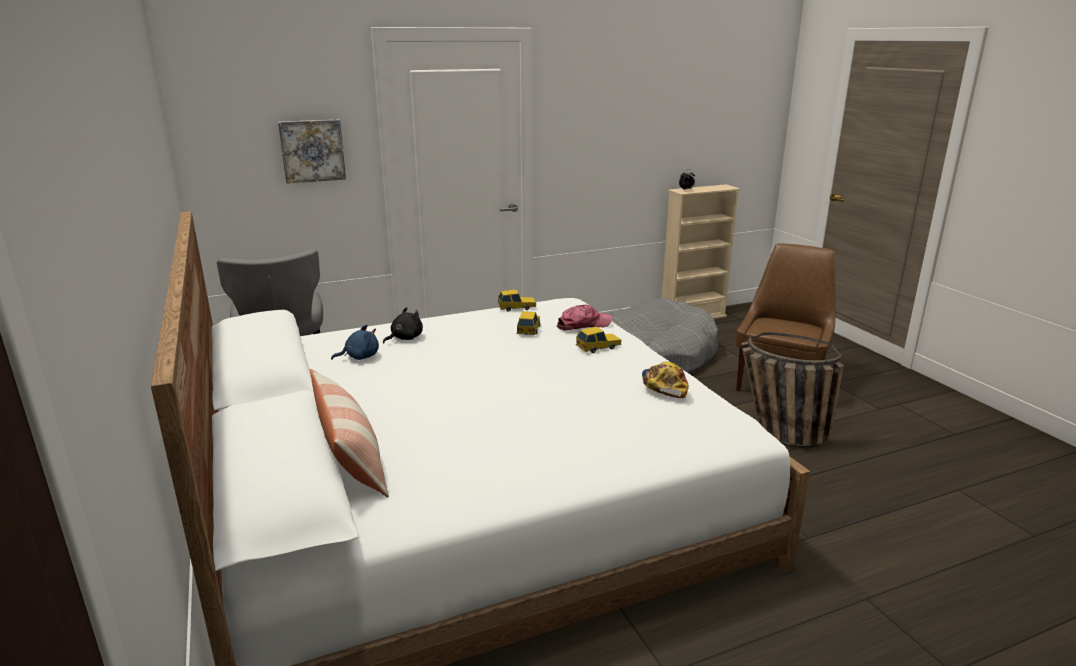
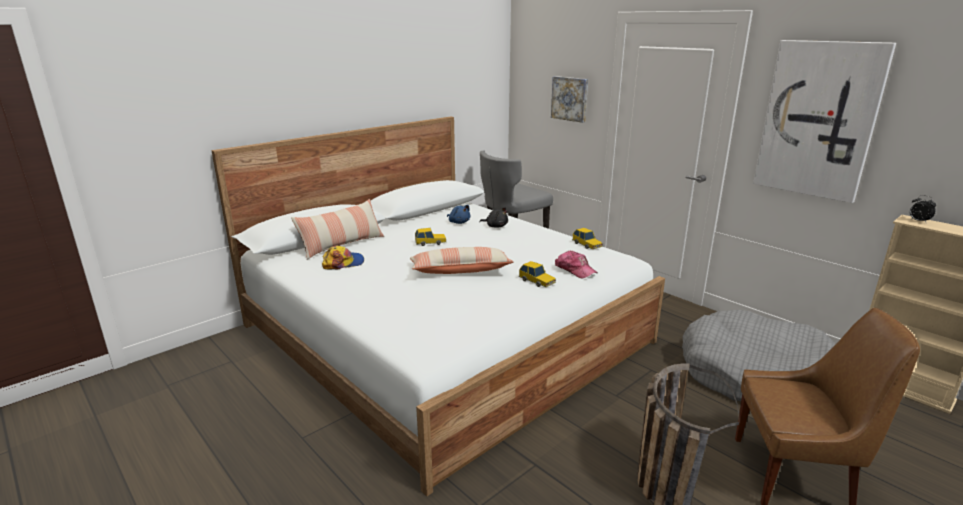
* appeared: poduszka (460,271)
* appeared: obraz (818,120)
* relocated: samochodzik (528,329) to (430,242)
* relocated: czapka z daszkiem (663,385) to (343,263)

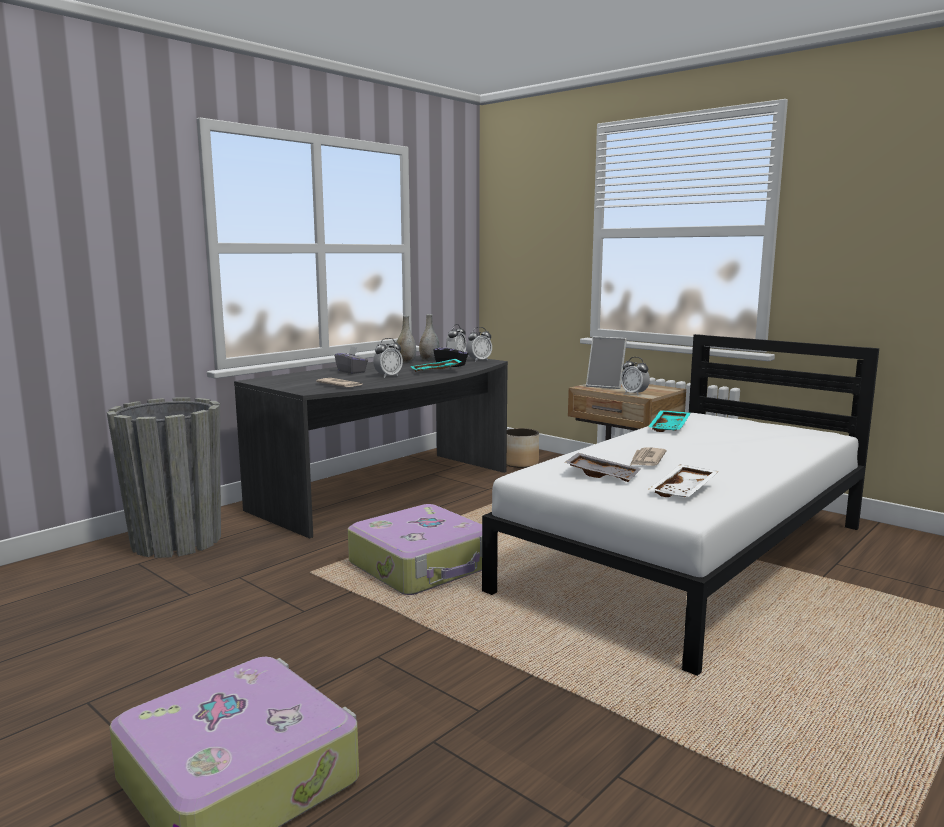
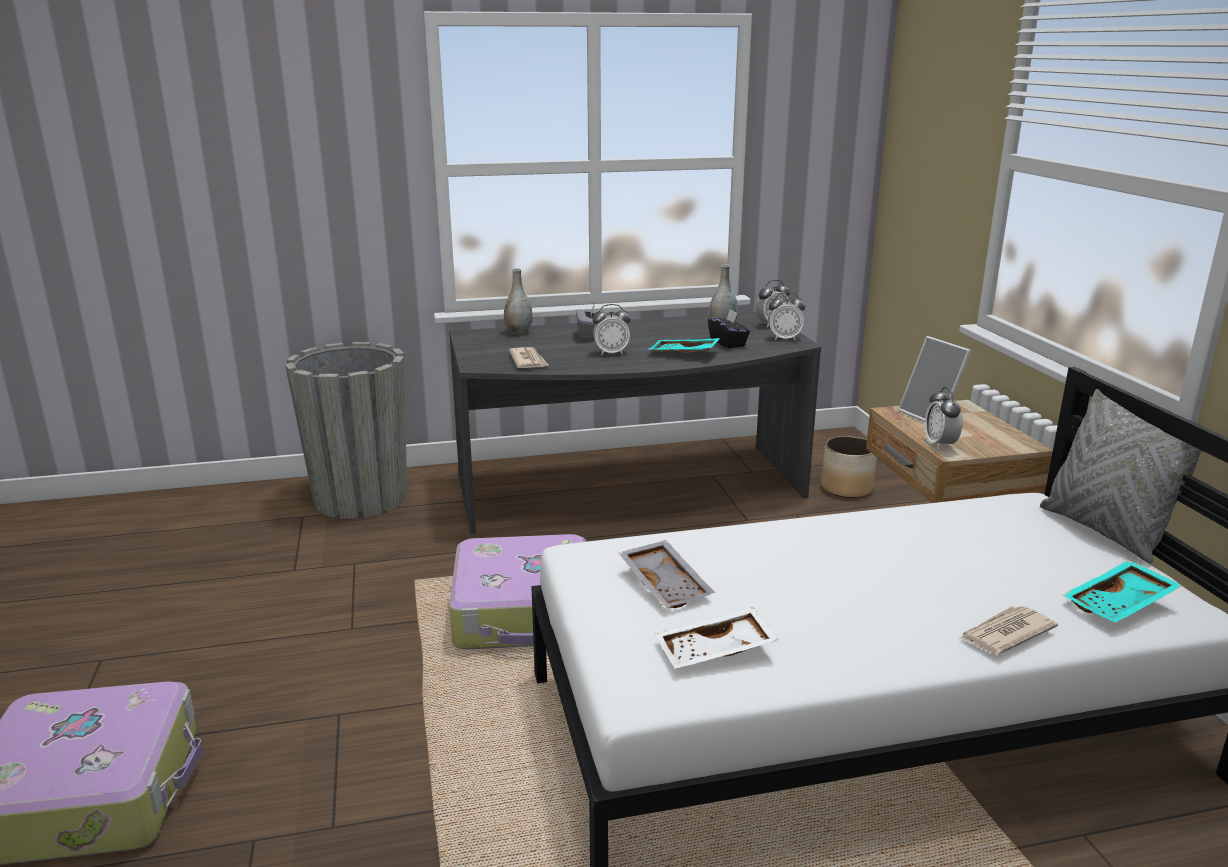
* appeared: poduszka/szary (1104,531)
* relocated: wazon/szary (406,362) to (518,332)
* relocated: gazeta (646,459) to (1005,633)
* relocated: taca/turkusowy (670,427) to (1121,604)

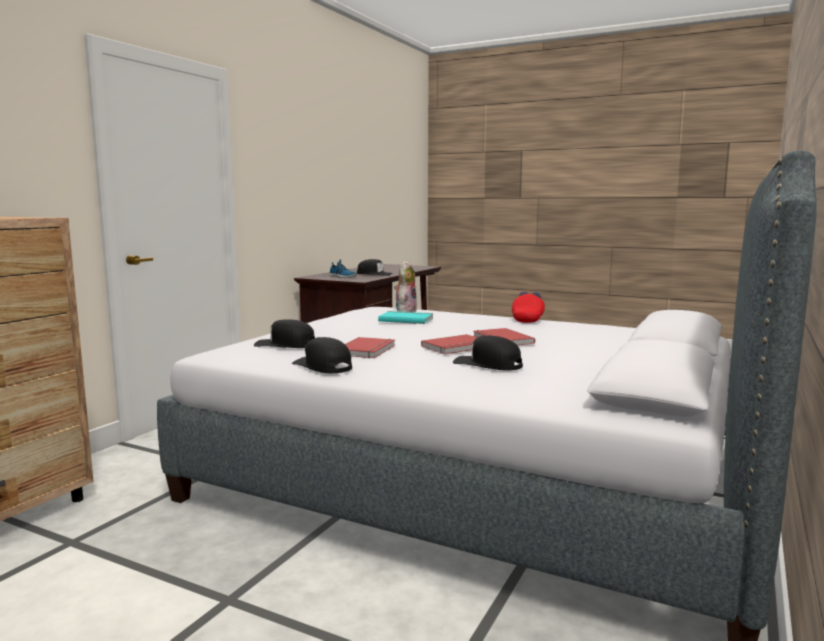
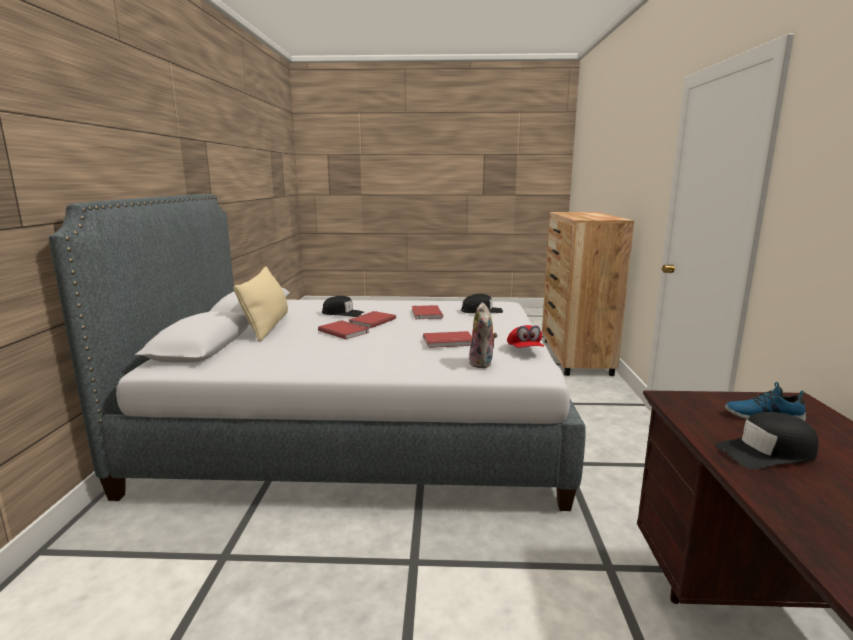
* missing: czapka z daszkiem/czarny (323,366)
* appeared: poduszka/beżowy (267,326)
* relocated: czapka z daszkiem/czerwony (527,319) to (524,350)
* colour: książka/turkusowy (406,319) to książka/czerwony (449,342)

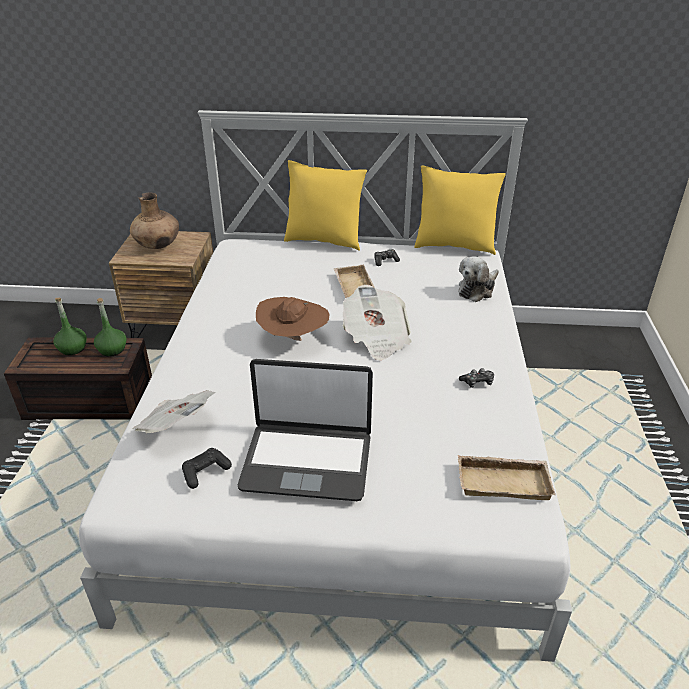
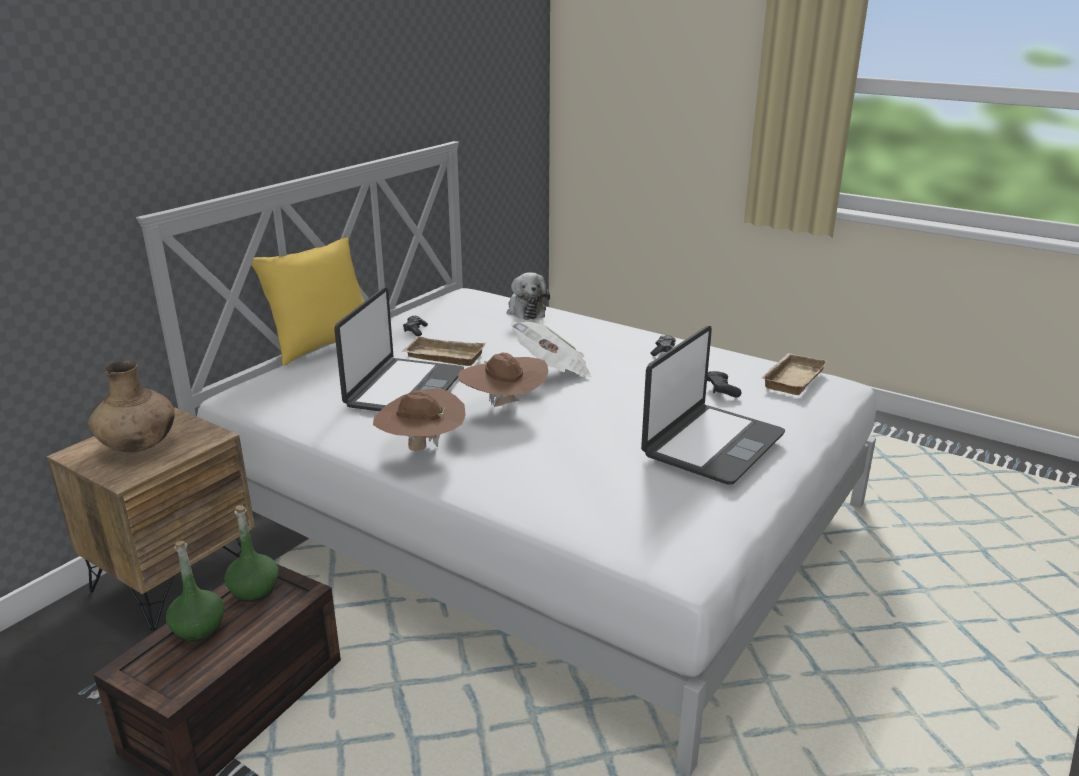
* missing: gazeta (176,427)
* missing: poduszka/żółty (454,245)
* appeared: laptop (404,389)
* appeared: kapelusz/brązowy (421,448)
* relocated: pad do gier/czarny (205,472) to (721,390)

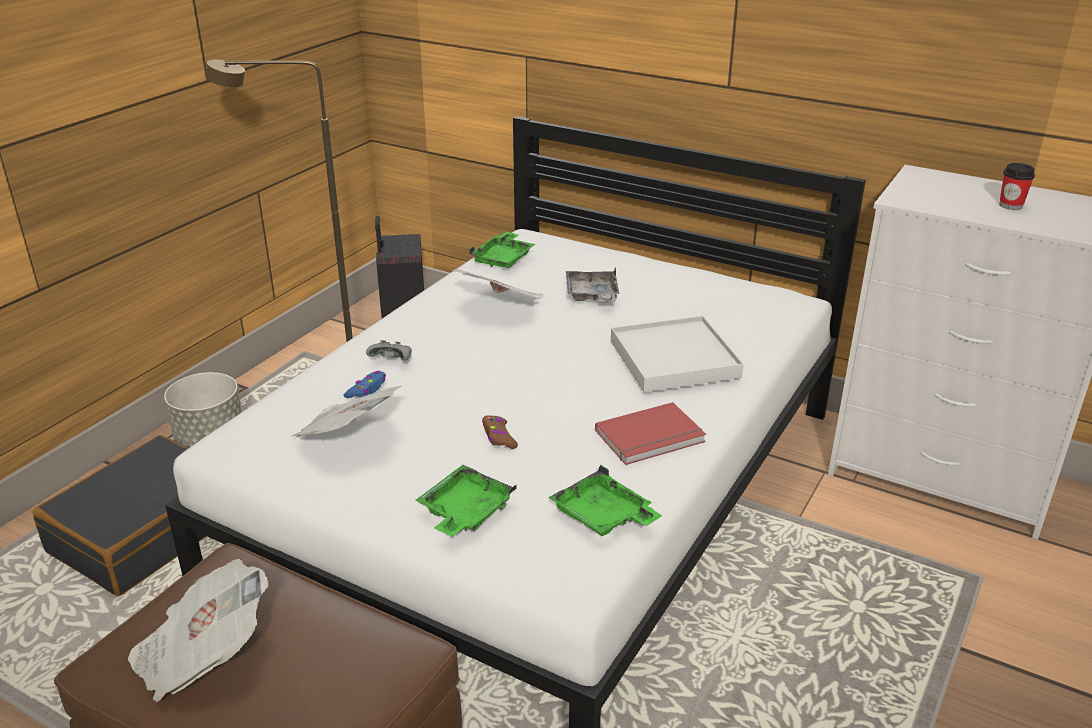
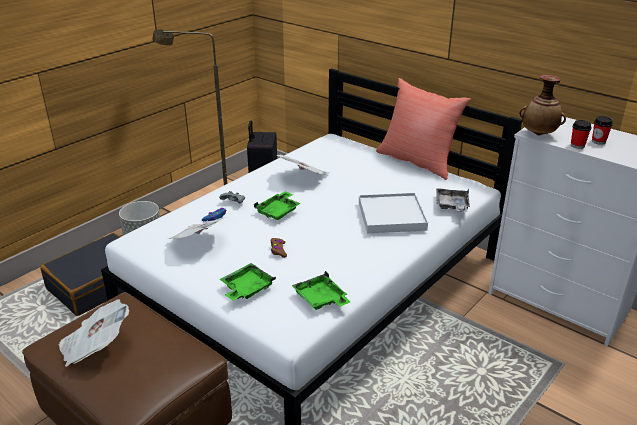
* missing: książka/czerwony (651,438)
* appeared: poduszka/czerwony (417,161)
* appeared: wazon (538,134)
* appeared: filiżanka (577,145)
* relocated: taca/zielony (504,259) to (278,211)
* relocated: taca/szary (592,296) to (452,205)

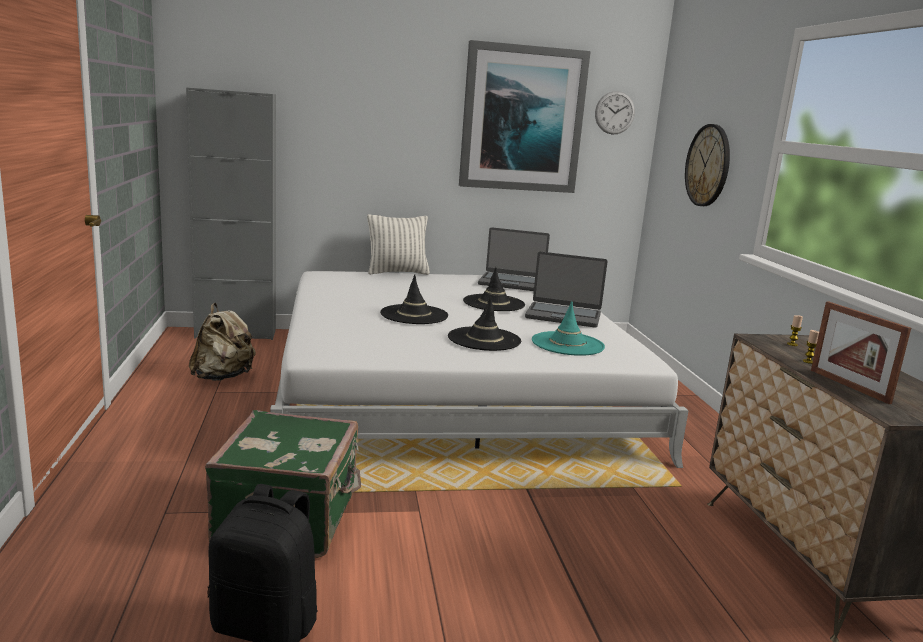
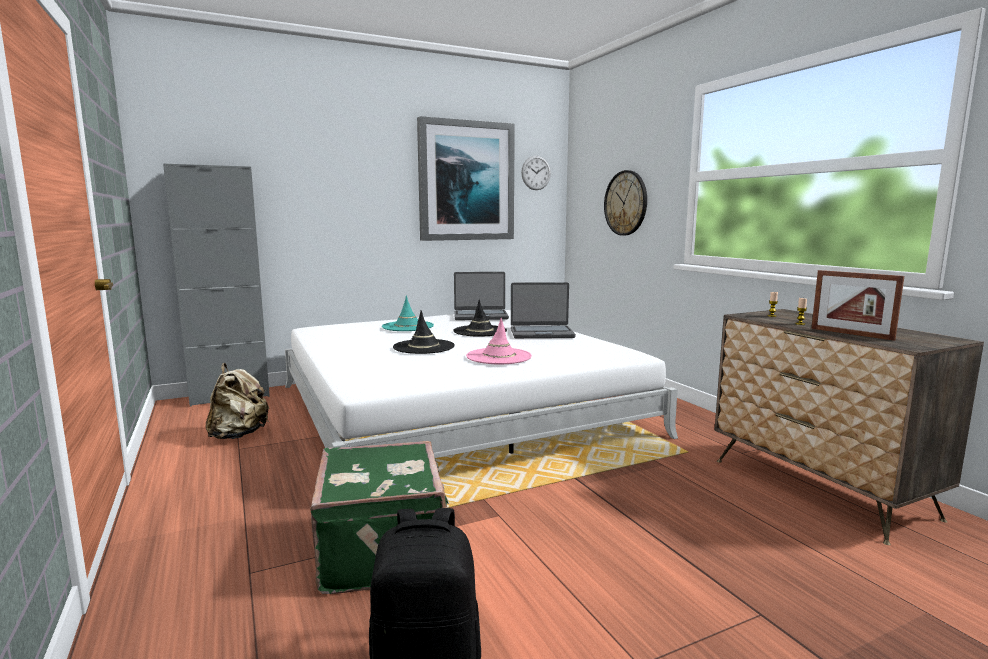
* missing: poduszka (397,272)
* relocated: kapelusz/turkusowy (567,344) to (408,326)
* colour: kapelusz/czarny (484,339) to kapelusz/różowy (498,356)

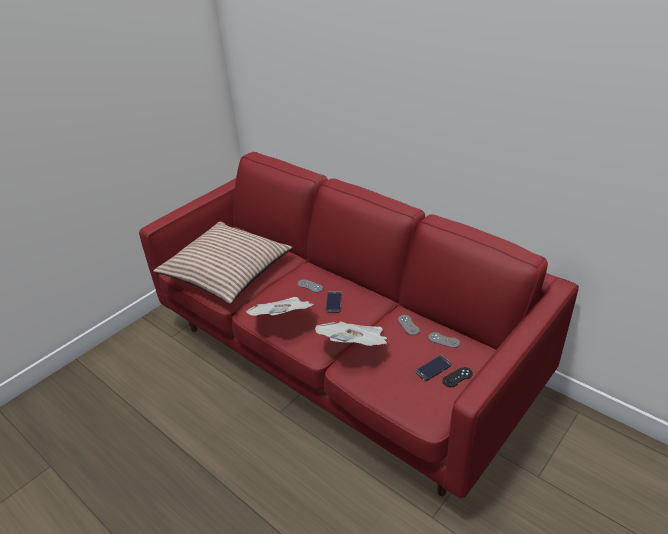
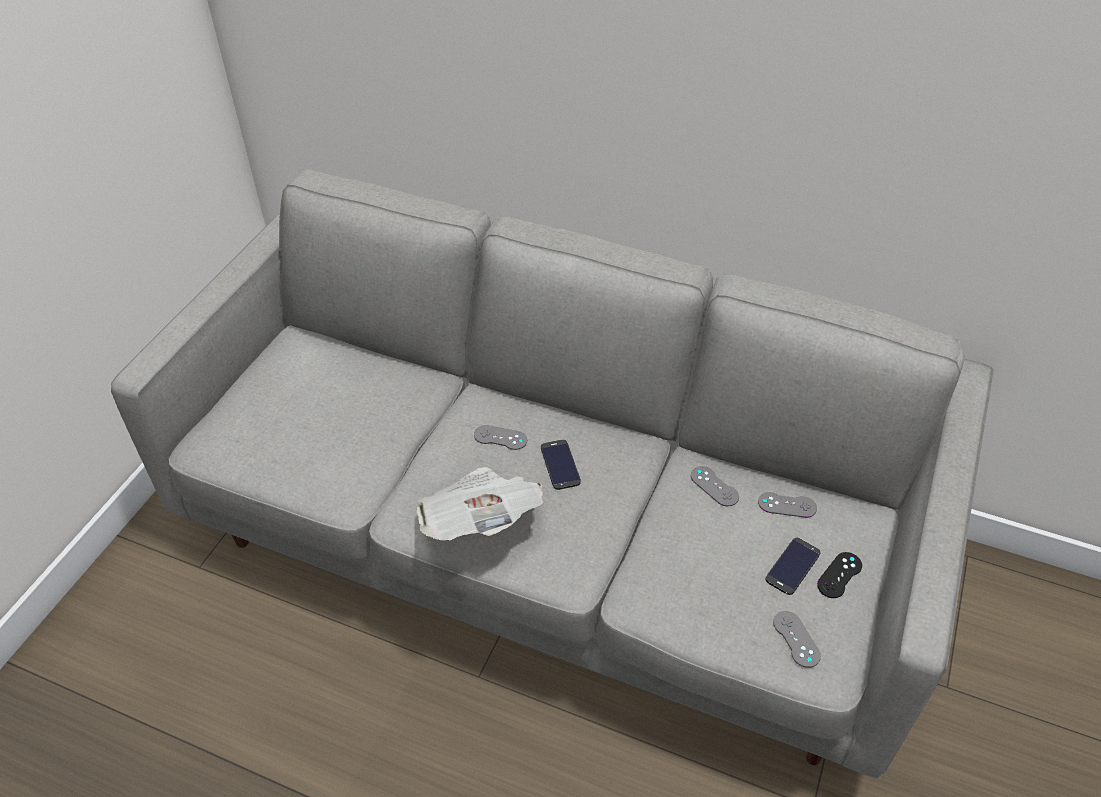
* missing: poduszka (227,271)
* missing: gazeta (355,347)
* appeared: pad do gier/szary (796,639)
* colour: kanapa/czerwony (342,361) to kanapa/szary (554,547)

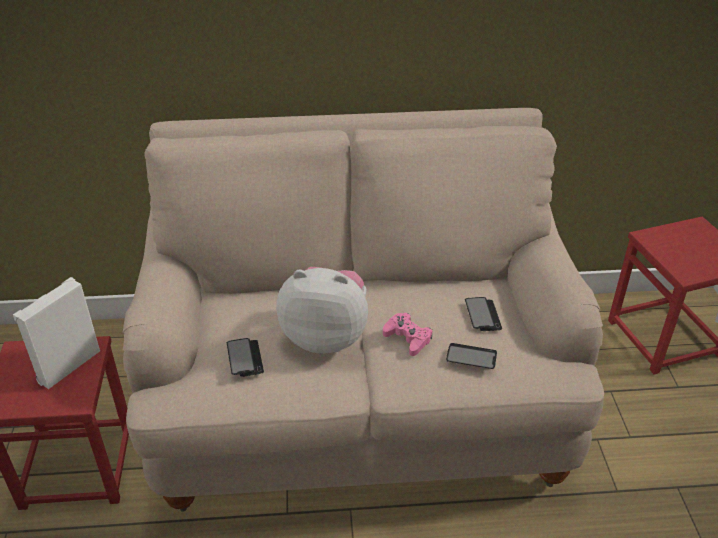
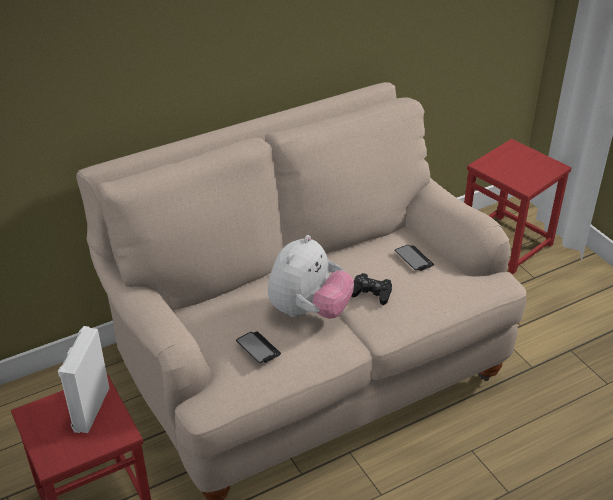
* missing: telefon (471,357)
* colour: pad do gier/różowy (407,338) to pad do gier/czarny (371,293)
* spun: pluszak (326,336) = (308,311) 135 degrees clockwise

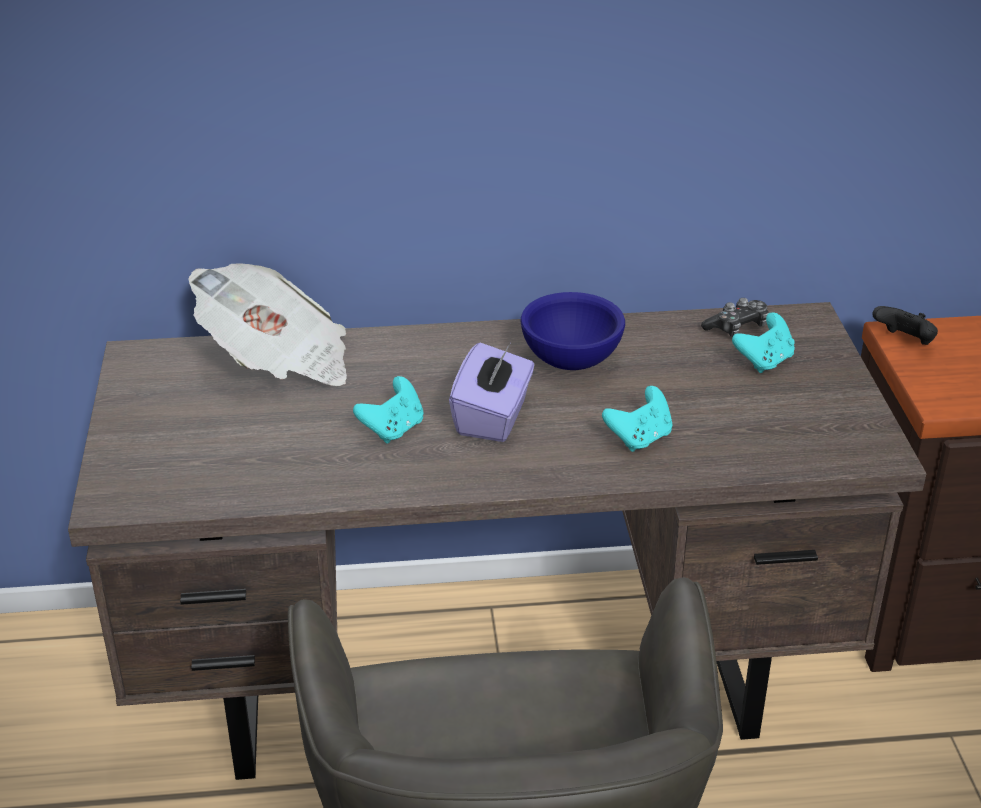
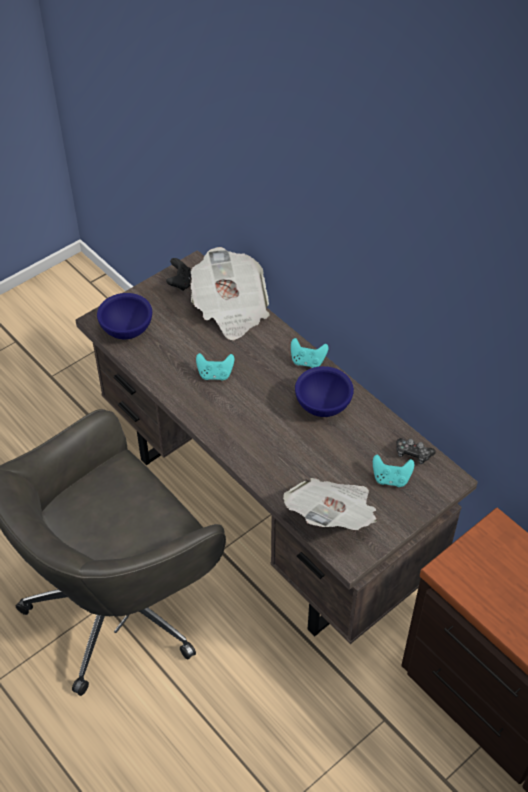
* missing: pudełko chusteczek/fioletowy (493,417)
* appeared: miska/niebieski (127,329)
* appeared: gazeta (332,517)
* relocated: pad do gier/turkusowy (639,438) to (307,361)
* relocated: pad do gier/czarny (904,342) to (180,283)

